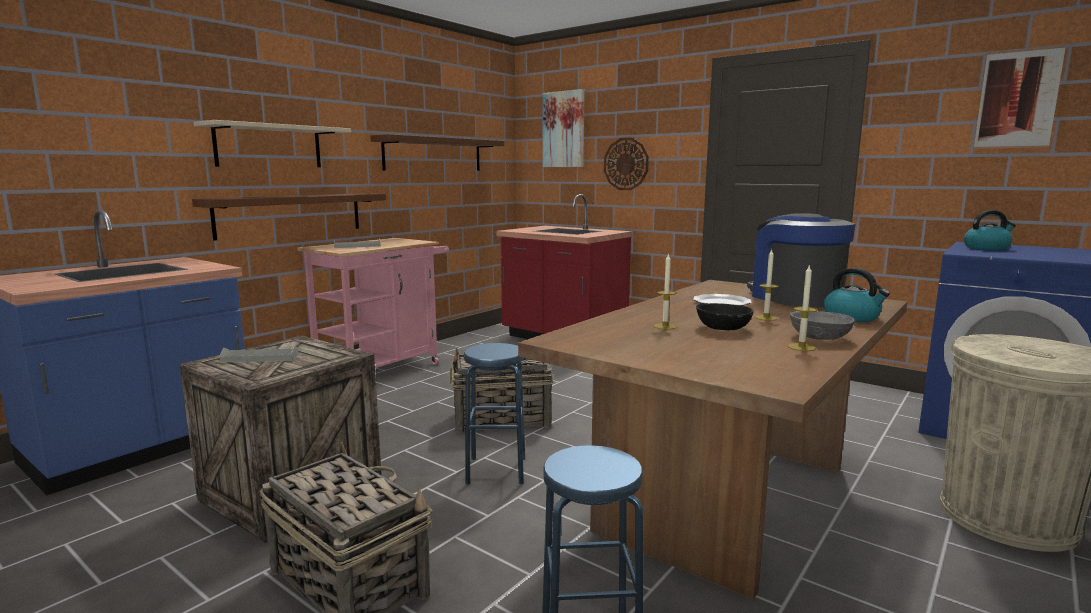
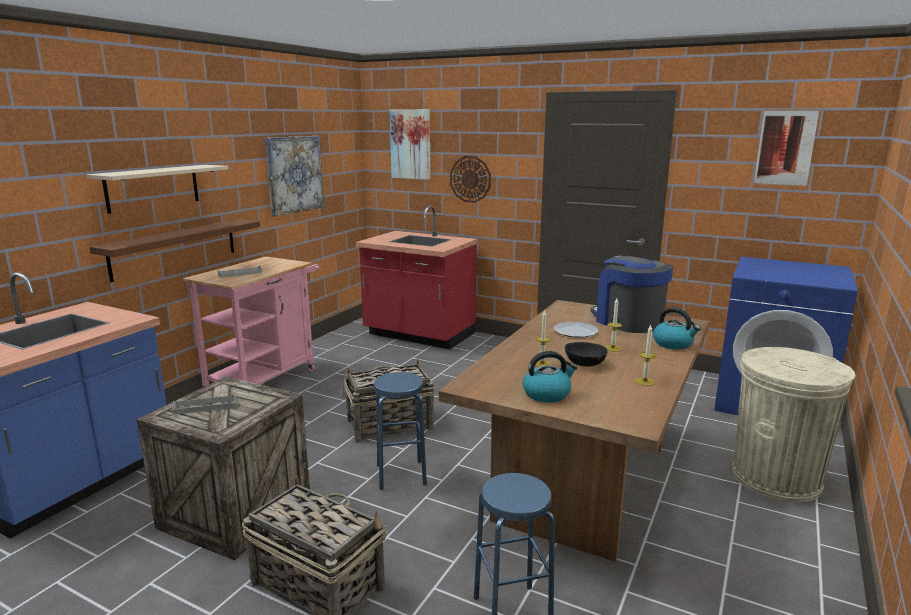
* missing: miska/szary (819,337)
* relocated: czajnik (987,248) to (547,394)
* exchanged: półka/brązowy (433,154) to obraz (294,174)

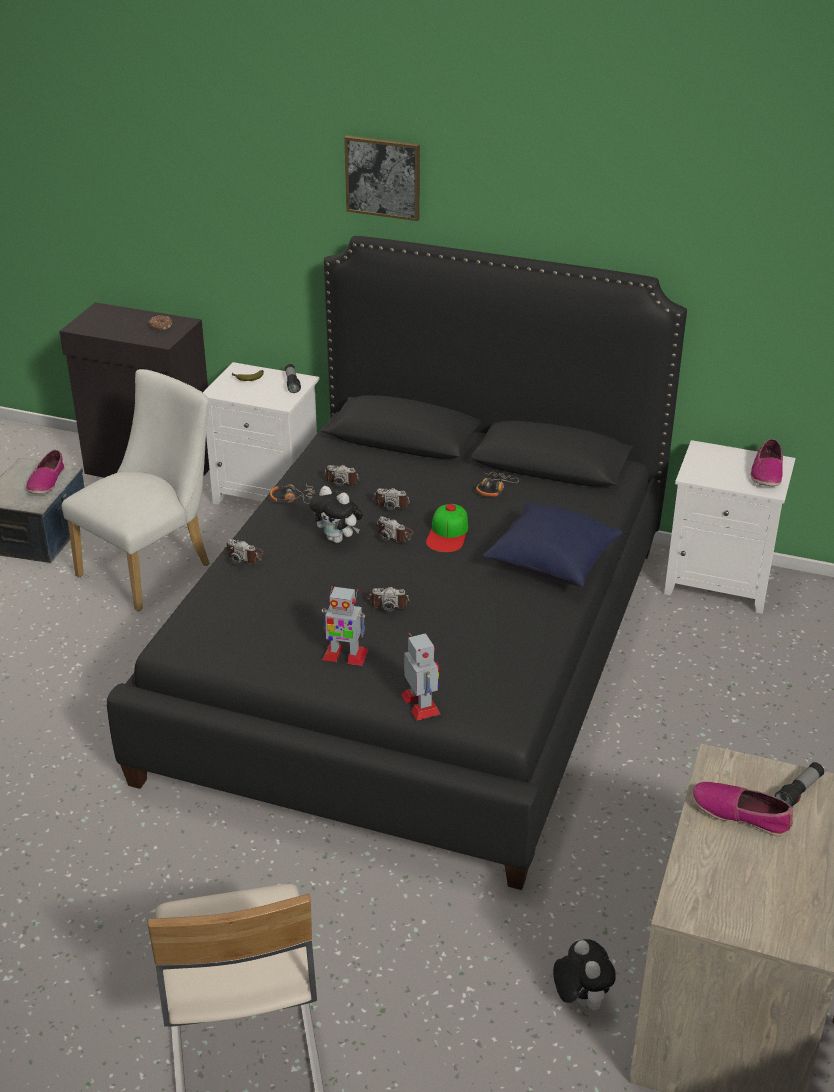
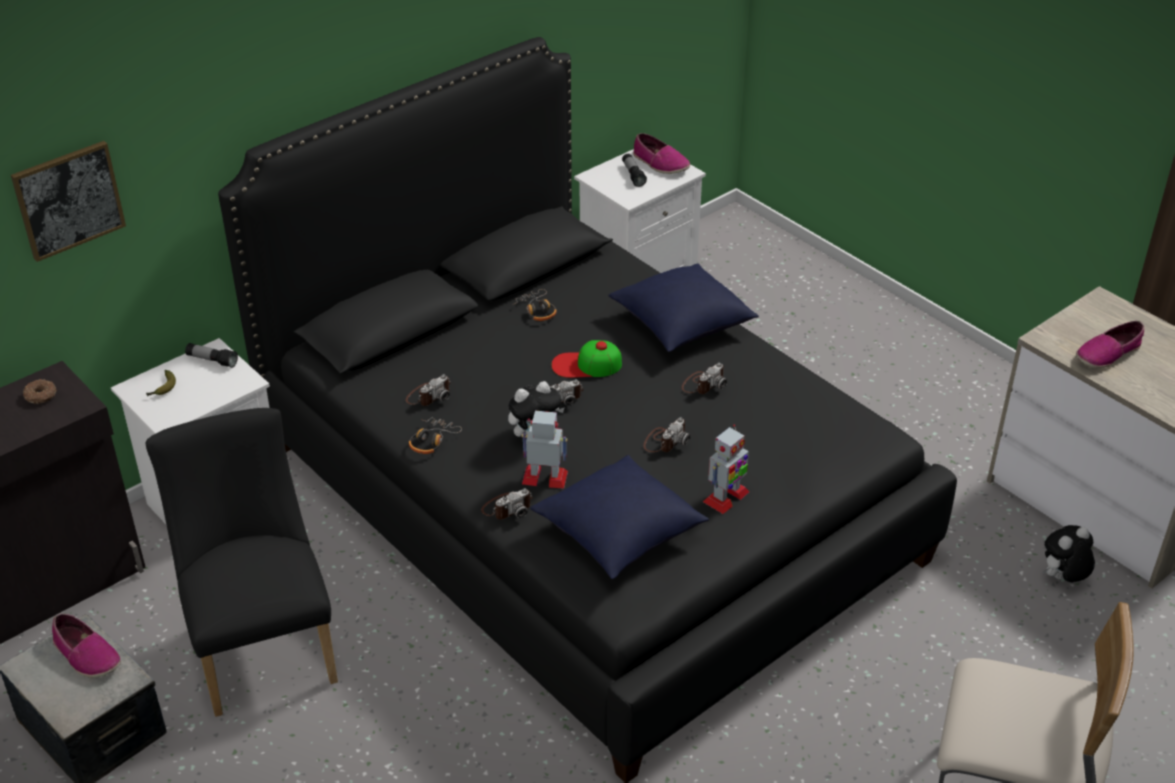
* appeared: poduszka/niebieski (619,534)
* relocated: obraz (383,177) to (68,199)
* relocated: aparat fotograficzny (392,502) to (703,384)
* relocated: robot zabawkowy (421,704) to (545,477)
* relocated: latarka (799,792) to (633,175)
* colour: krzesło/biały (152,567) to krzesło/czarny (262,643)
* spun: czapka z daszkiem (448,533) = (586,365) 135 degrees clockwise
* spun: pluszak (580,999) = (1062,579) 45 degrees counterclockwise

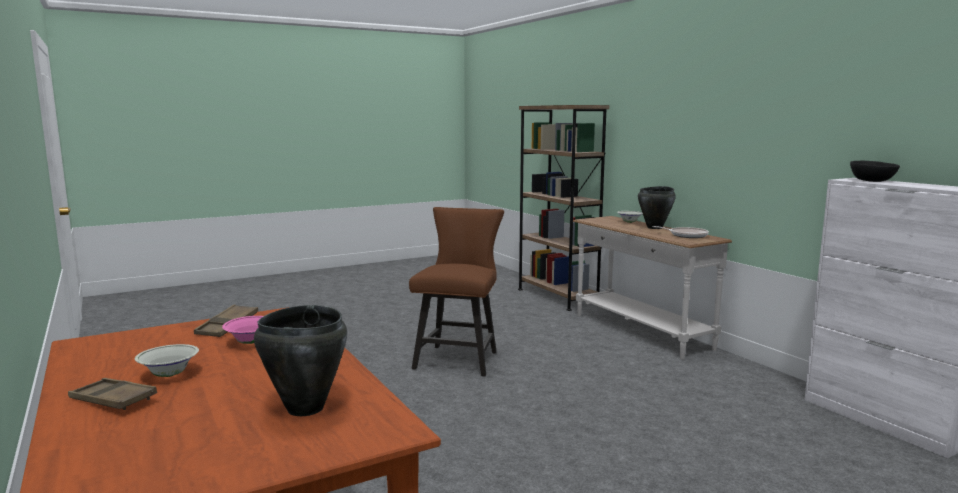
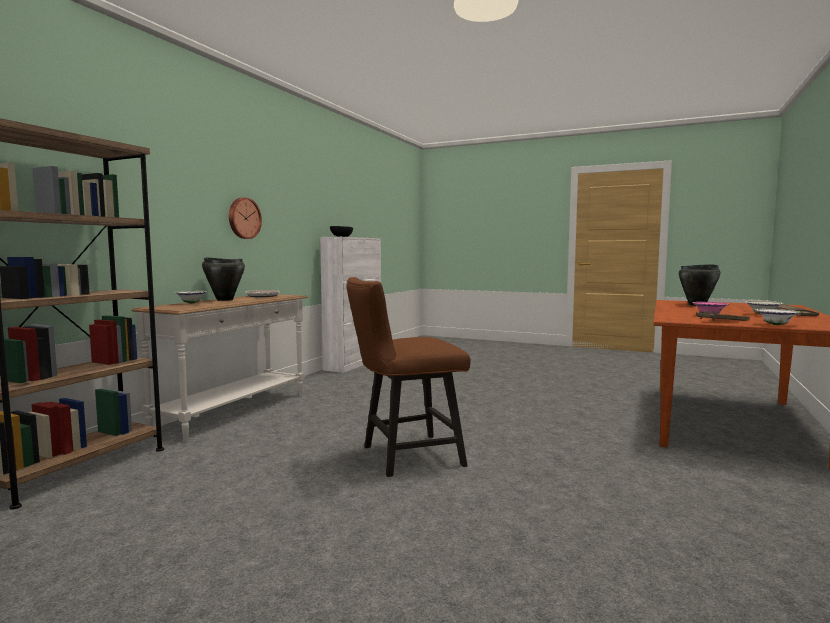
* appeared: zegar ścienny (243,218)
* appeared: miska/biały (776,325)

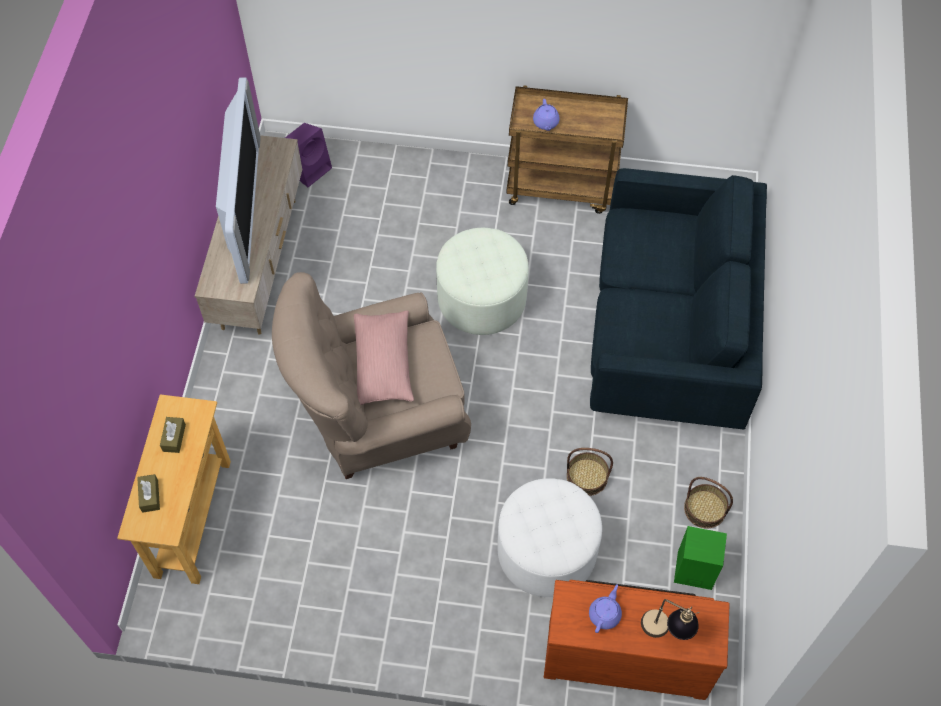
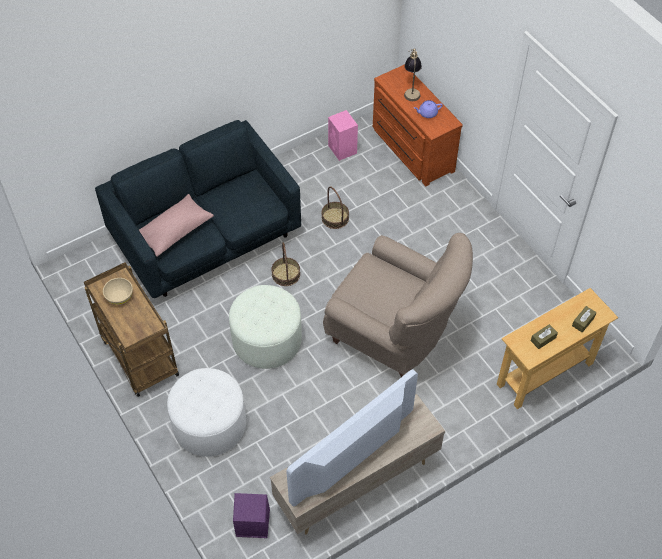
* missing: imbryk/fioletowy (546,123)
* appeared: miska/beżowy (119,296)
* relocated: poduszka/różowy (384,364) to (174,231)
* relocated: pufa/biały (546,551) to (209,424)
* relocated: koszyk (705,509) to (285,274)
* colour: głośnik/zielony (693,570) to głośnik/różowy (342,150)

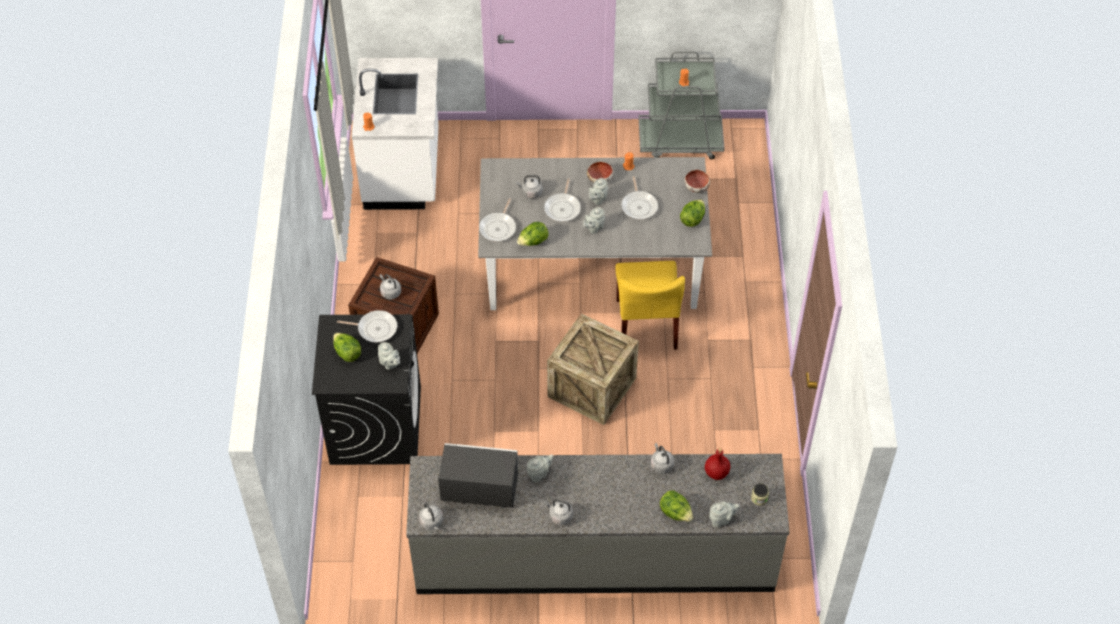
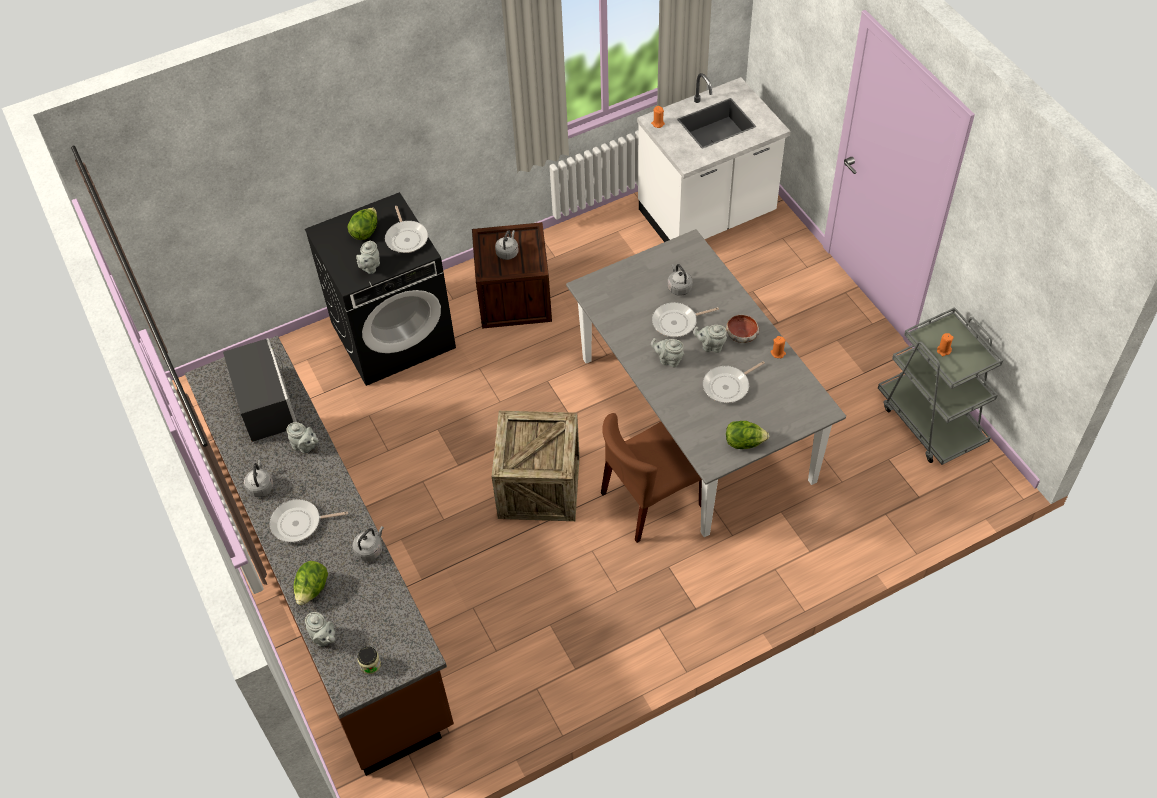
* missing: czajnik/szary (432,522)
* missing: sałata (533,242)
* missing: miska (697,187)
* missing: butelka/czerwony (717,472)
* relocated: patelnia (498,227) to (299,523)
* colour: zabudowa kuchenna/szary (594,555) to zabudowa kuchenna/brązowy (332,581)
* colour: krzesło/żółty (646,324) to krzesło/brązowy (651,500)

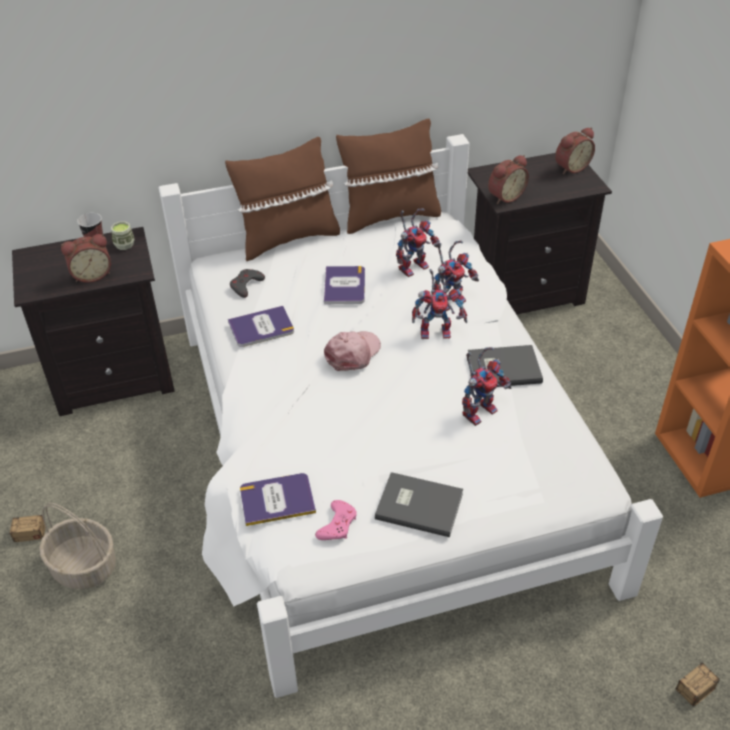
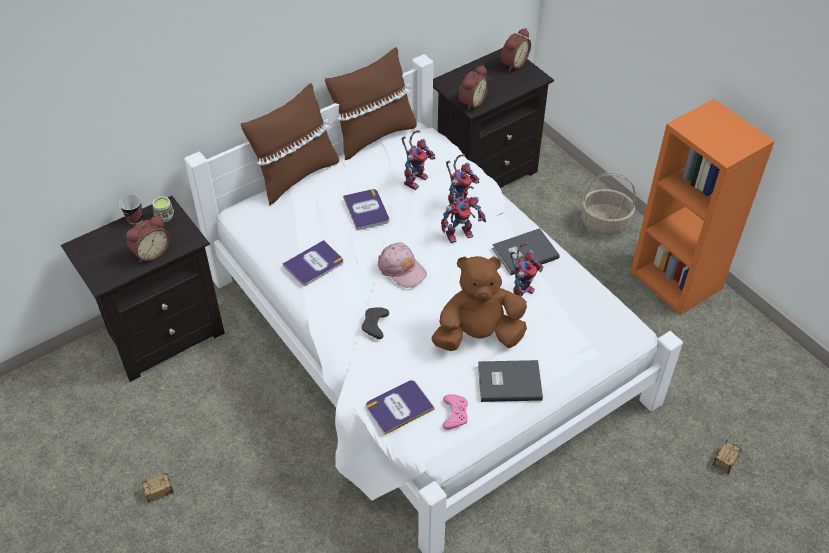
* appeared: pluszak/brązowy (478,335)
* relocated: koszyk (85,567) to (605,222)
* relocated: pad do gier/szary (246,285) to (375,325)
* spun: czapka z daszkiem/różowy (353,353) = (401,269) 120 degrees clockwise

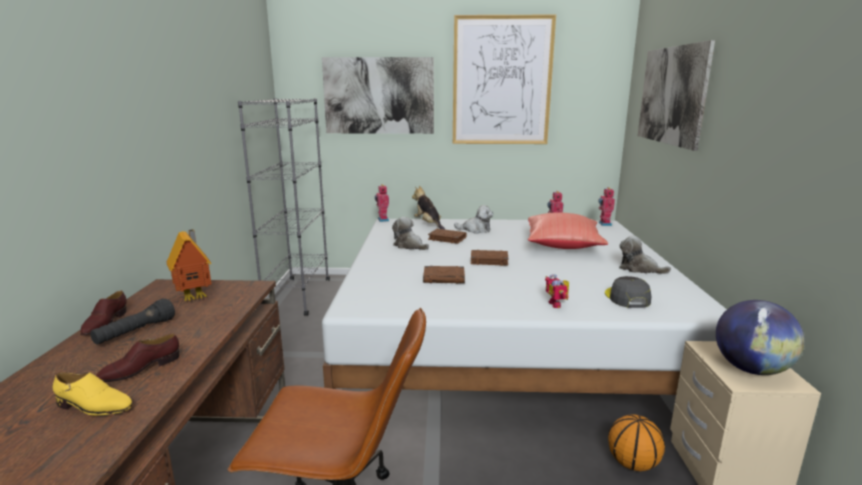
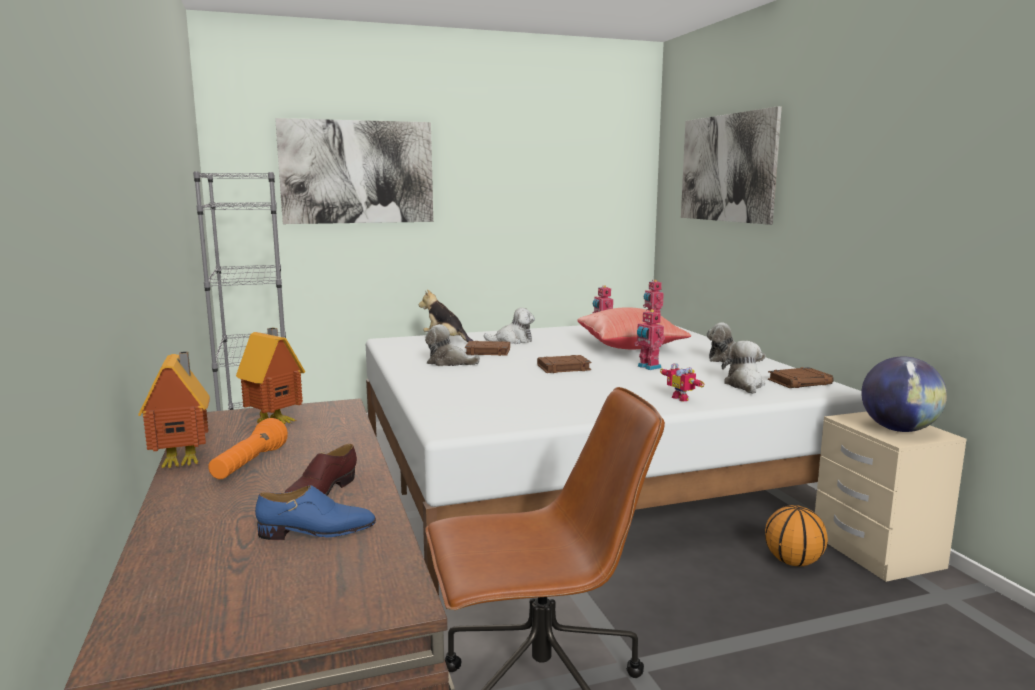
* missing: obraz (501,81)
* relocated: robot zabawkowy (382,220) to (648,367)
* relocated: książka/brązowy (444,278) to (799,382)
* exchanged: but/brązowy (105,323) to domek (185,463)
* exchanged: czapka z daszkiem/szary (626,298) to pluszak (744,385)
* colour: but/żółty (94,406) to but/niebieski (317,531)
* colour: latarka/czarny (135,332) to latarka/pomarańczowy (249,465)

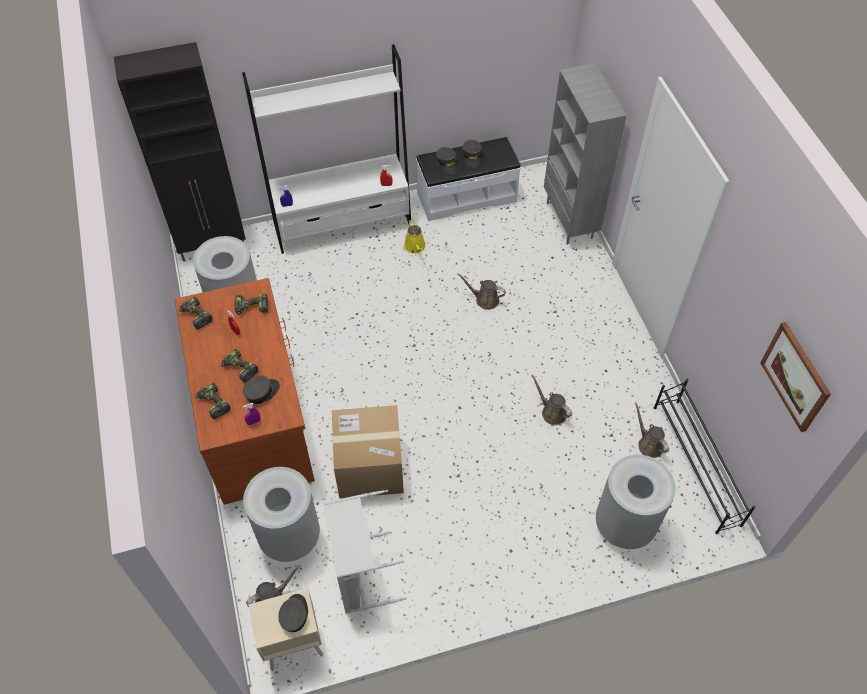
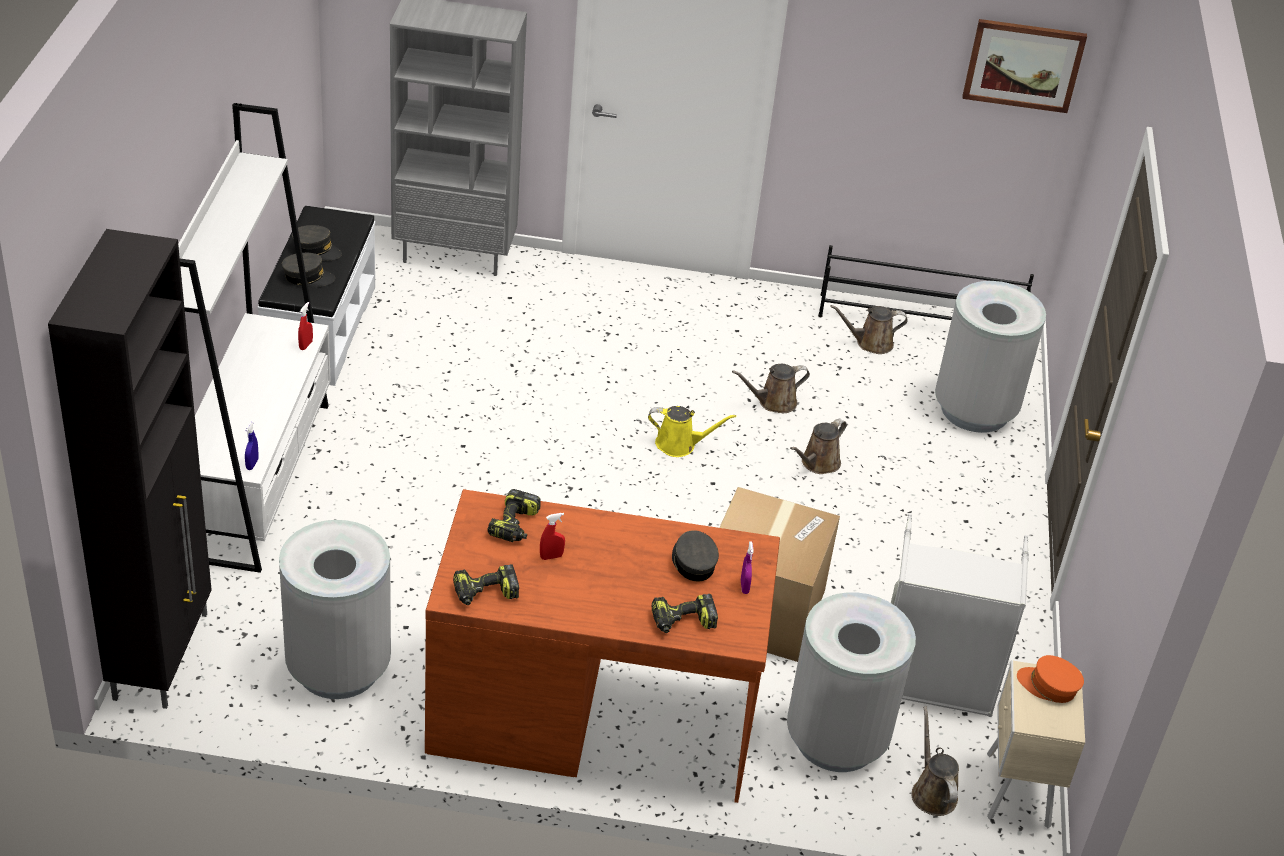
* missing: wiertarka (239,369)
* relocated: konewka/żółty (415,247) to (679,444)
* relocated: konewka/brązowy (484,300) to (818,463)
* colour: czapka z daszkiem/szary (294,615) to czapka z daszkiem/pomarańczowy (1048,686)

